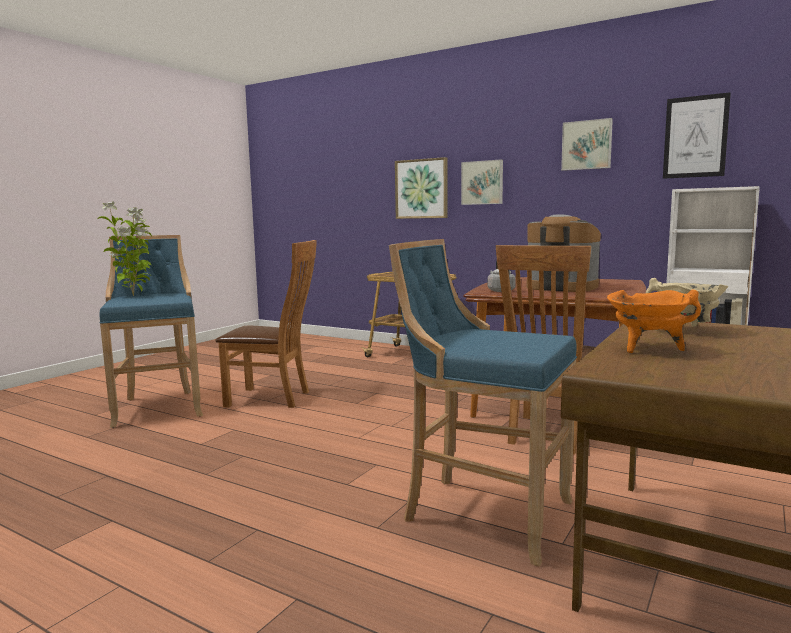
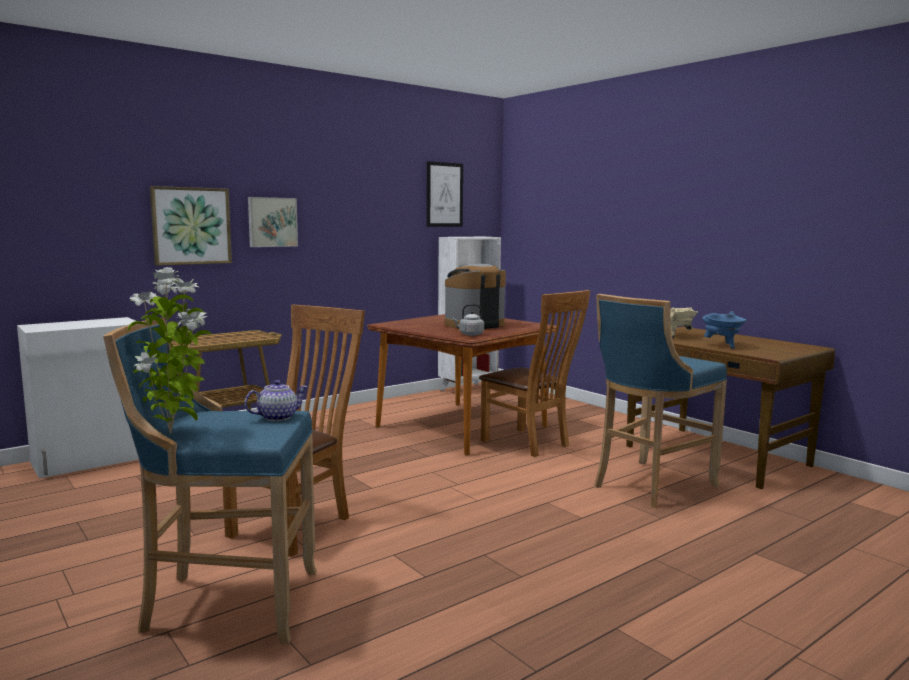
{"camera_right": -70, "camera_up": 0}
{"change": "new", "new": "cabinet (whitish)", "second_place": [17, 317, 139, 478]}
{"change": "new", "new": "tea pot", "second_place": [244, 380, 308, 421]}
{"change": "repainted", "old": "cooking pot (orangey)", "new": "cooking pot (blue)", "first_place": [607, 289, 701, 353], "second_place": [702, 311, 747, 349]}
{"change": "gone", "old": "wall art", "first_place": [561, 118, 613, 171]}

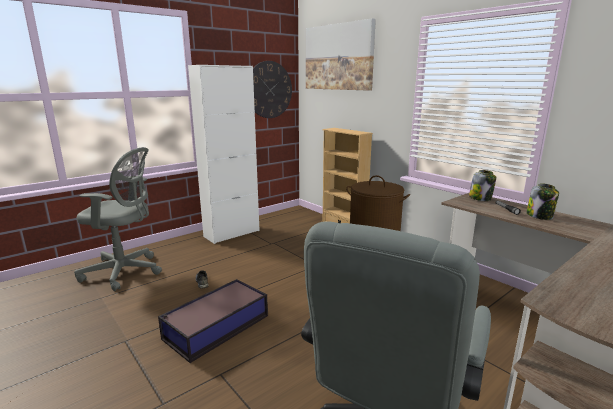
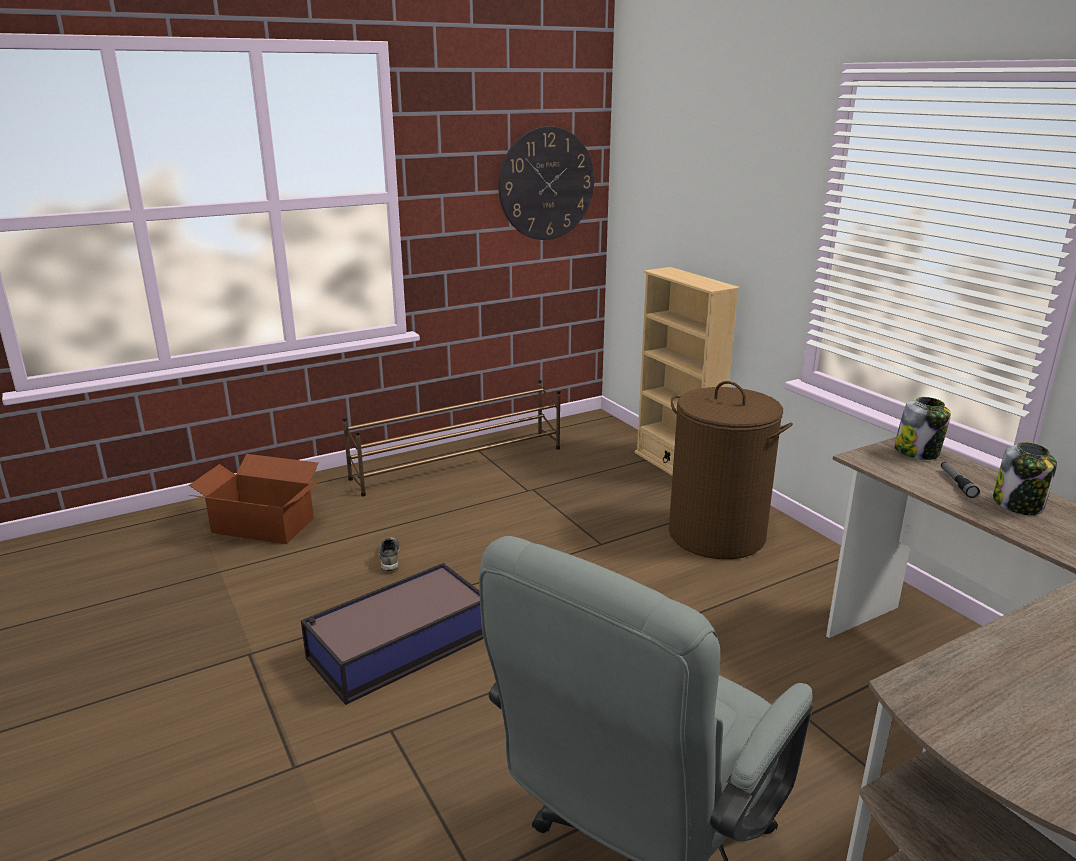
{"camera_right": 10, "camera_up": 5}
{"change": "swapped", "old": "desk chair (greyish)", "new": "packing box", "first_place": [74, 147, 162, 291], "second_place": [189, 454, 324, 544]}
{"change": "swapped", "old": "cabinet (whitish)", "new": "shoe stand (brownish)", "first_place": [188, 65, 260, 244], "second_place": [342, 380, 560, 497]}
{"change": "gone", "old": "wall art", "first_place": [306, 18, 376, 91]}

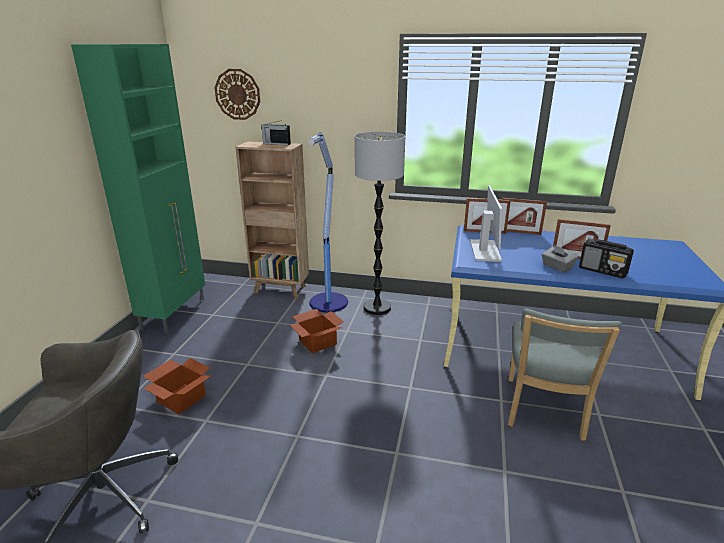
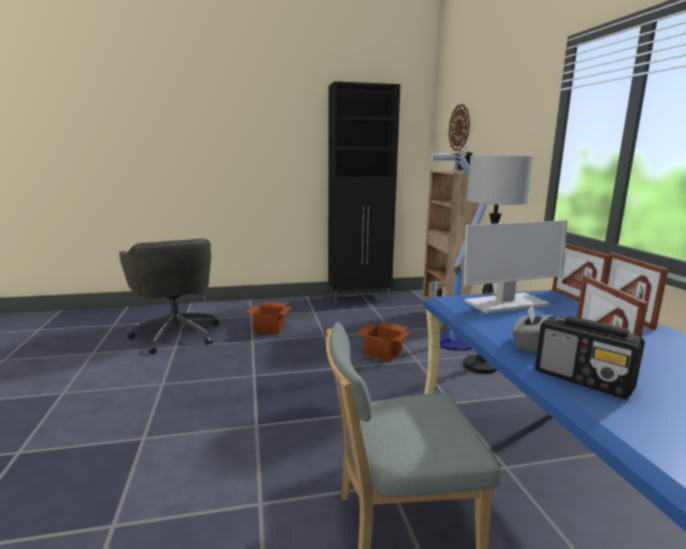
{"camera_right": 65, "camera_up": -10}
{"change": "repainted", "old": "cabinet (greenish)", "new": "cabinet (black-coloured)", "first_place": [71, 44, 205, 333], "second_place": [328, 81, 400, 304]}
{"change": "rotated", "old": "radio set", "first_place": [579, 239, 634, 279], "second_place": [535, 315, 645, 399], "degrees": -60}

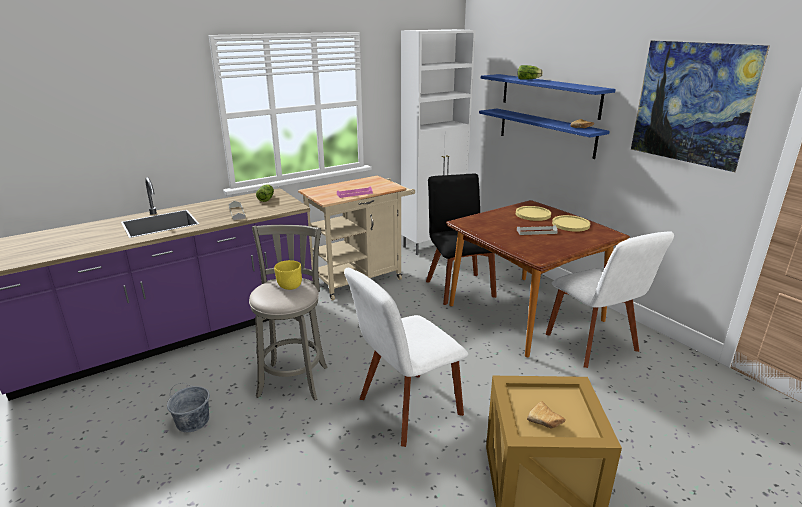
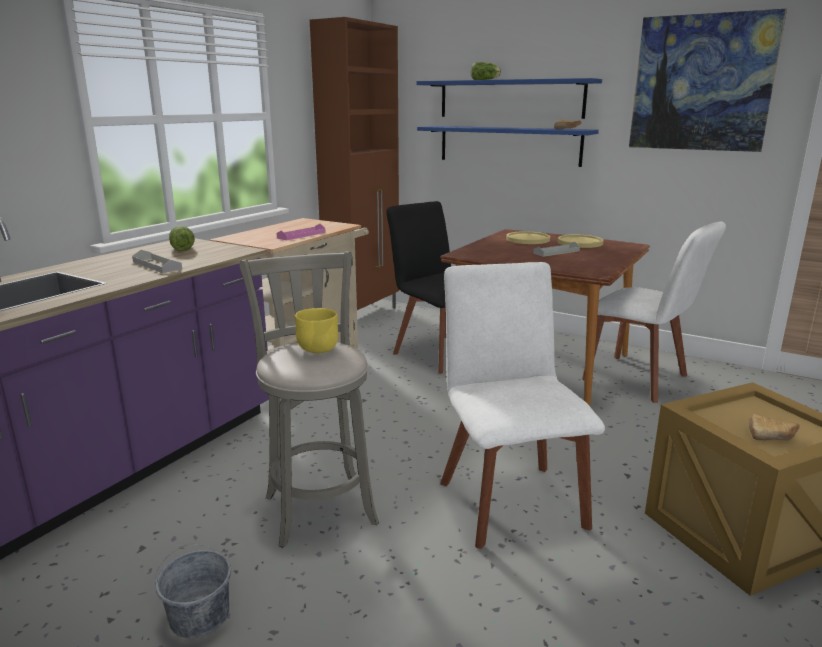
{"camera_right": -25, "camera_up": -5}
{"change": "repainted", "old": "cabinet (whitish)", "new": "cabinet (brownish)", "first_place": [401, 29, 476, 255], "second_place": [310, 17, 399, 310]}
{"change": "rotated", "old": "upright chair (whitish)", "first_place": [344, 268, 468, 447], "second_place": [440, 262, 605, 549], "degrees": 135}

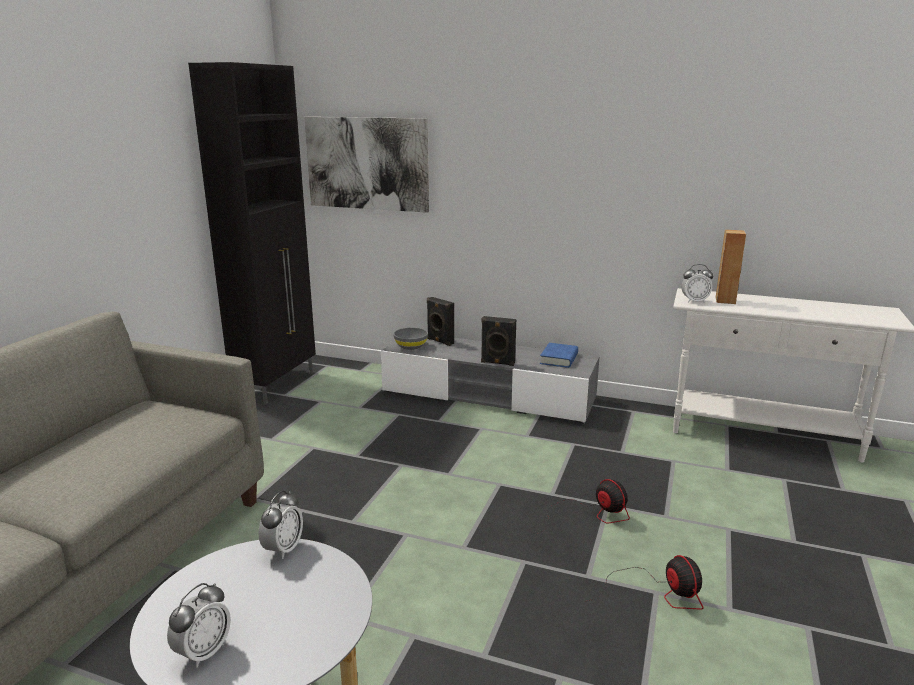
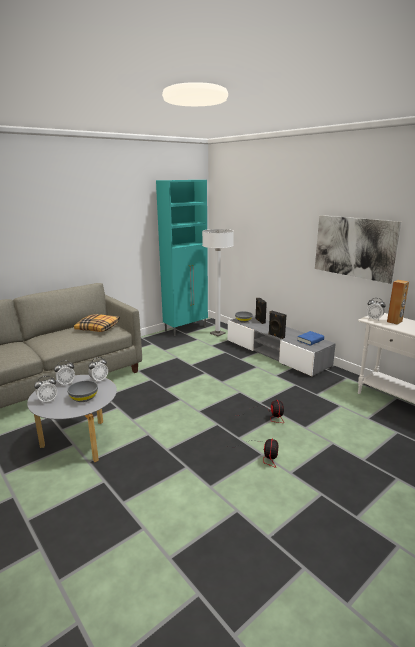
{"camera_right": 30, "camera_up": 0}
{"change": "new", "new": "alarm clock", "second_place": [54, 360, 75, 386]}
{"change": "new", "new": "serving bowl (greyish)", "second_place": [67, 380, 98, 402]}
{"change": "new", "new": "pillow", "second_place": [74, 314, 120, 332]}
{"change": "repainted", "old": "cabinet (black-coloured)", "new": "cabinet (blue-green)", "first_place": [188, 62, 316, 405], "second_place": [156, 180, 208, 336]}
{"change": "new", "new": "floor lamp (whitish)", "second_place": [202, 229, 234, 336]}
{"change": "shifted", "old": "wall art", "first_place": [304, 117, 429, 213], "second_place": [315, 215, 401, 284]}

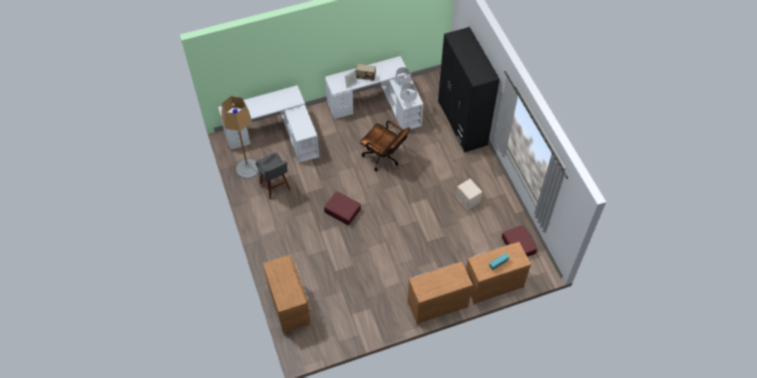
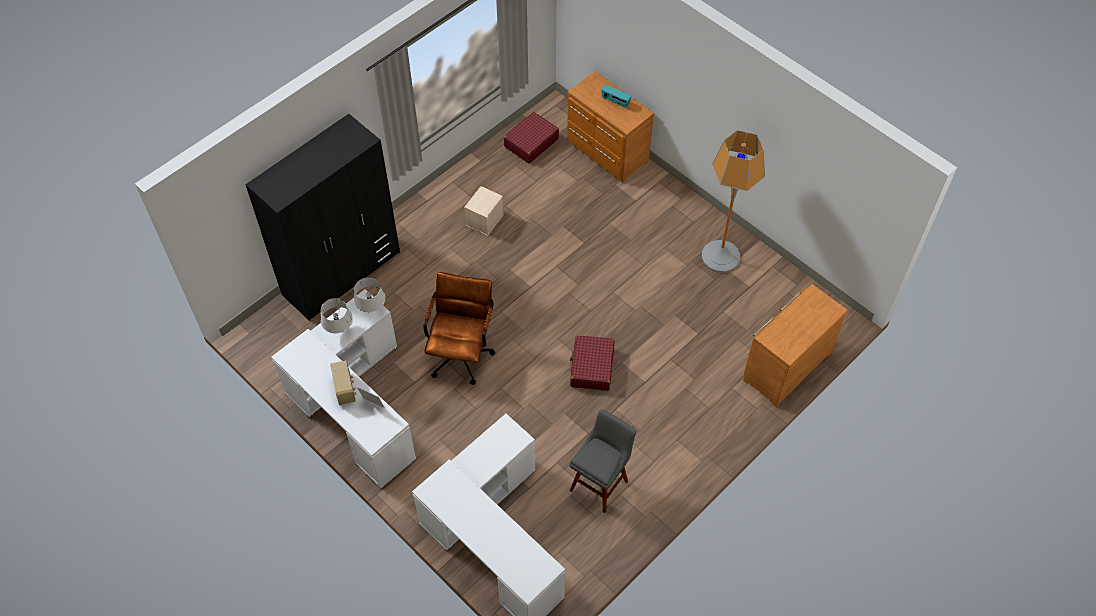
{"camera_right": -115, "camera_up": 0}
{"change": "shifted", "old": "floor lamp", "first_place": [221, 96, 259, 179], "second_place": [702, 130, 765, 273]}
{"change": "gone", "old": "chest of drawers (brownish)", "first_place": [407, 262, 473, 325]}

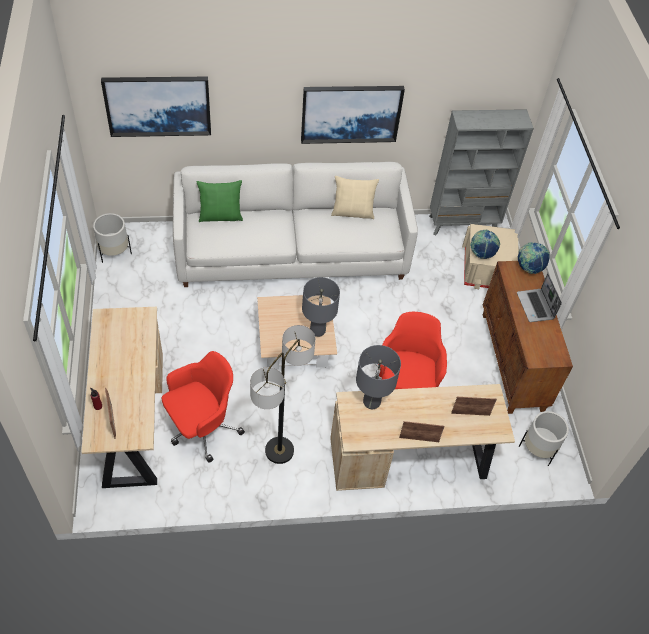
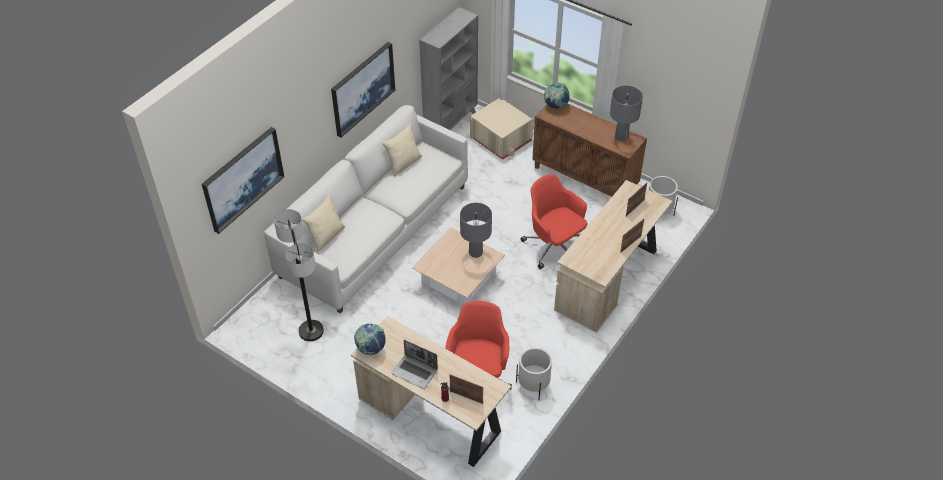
{"camera_right": -45, "camera_up": -5}
{"change": "shifted", "old": "floor lamp", "first_place": [250, 325, 315, 464], "second_place": [274, 209, 324, 341]}
{"change": "repainted", "old": "pillow (greenish)", "new": "pillow (beige)", "first_place": [197, 180, 243, 222], "second_place": [302, 194, 345, 252]}
{"change": "shifted", "old": "globe", "first_place": [471, 230, 500, 259], "second_place": [354, 324, 385, 355]}
{"change": "shifted", "old": "laptop", "first_place": [517, 273, 562, 322], "second_place": [392, 340, 438, 389]}
{"change": "shifted", "old": "flower pot (whitish)", "first_place": [93, 213, 132, 263], "second_place": [516, 348, 552, 400]}
{"change": "shifted", "old": "lamp for a table (greyish)", "first_place": [356, 345, 401, 409], "second_place": [610, 86, 643, 141]}

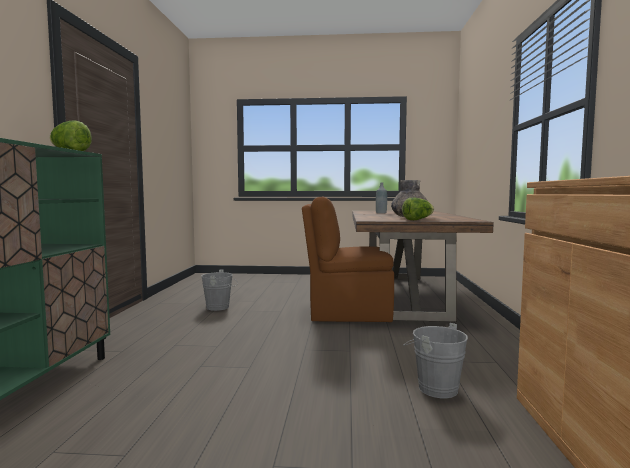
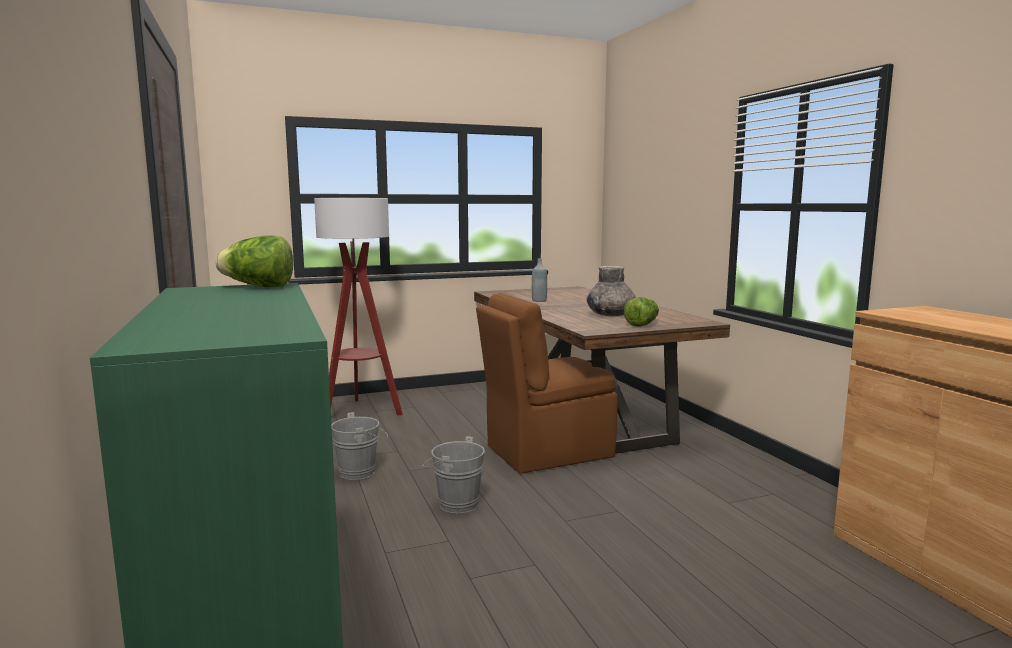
{"camera_right": -25, "camera_up": 5}
{"change": "new", "new": "floor lamp", "second_place": [314, 198, 403, 415]}
{"change": "shifted", "old": "pail (greyish)", "first_place": [404, 323, 468, 398], "second_place": [422, 436, 485, 514]}

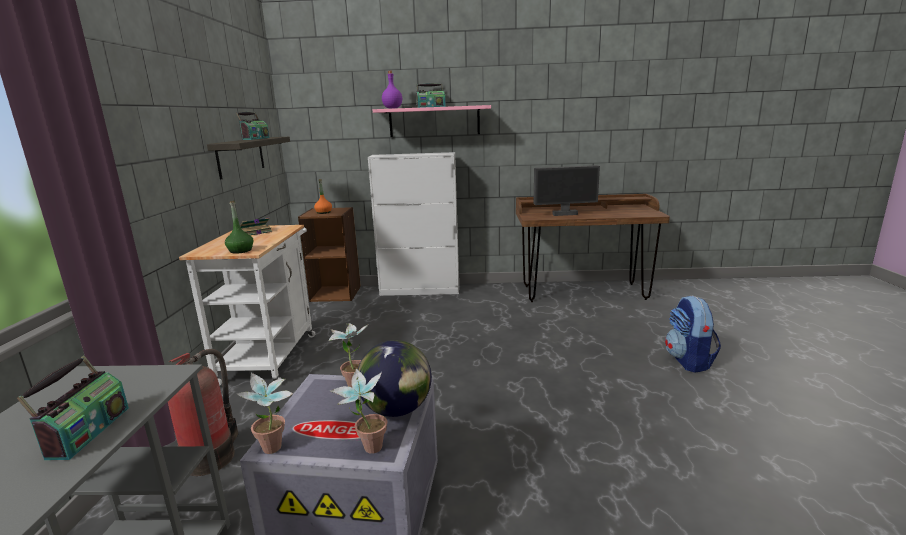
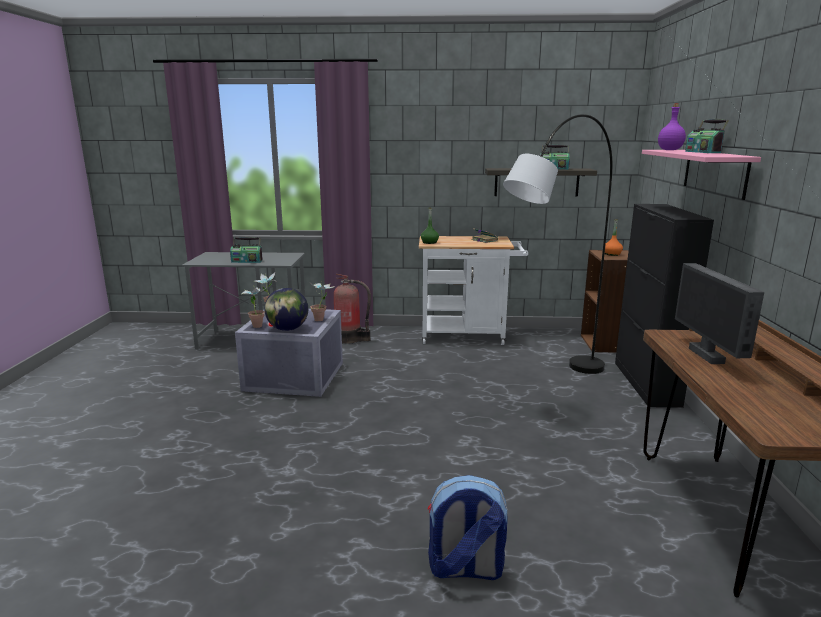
{"camera_right": 90, "camera_up": 0}
{"change": "new", "new": "floor lamp (greyish)", "second_place": [503, 114, 612, 374]}
{"change": "repainted", "old": "cabinet (whitish)", "new": "cabinet (black-coloured)", "first_place": [368, 152, 459, 296], "second_place": [615, 204, 714, 408]}

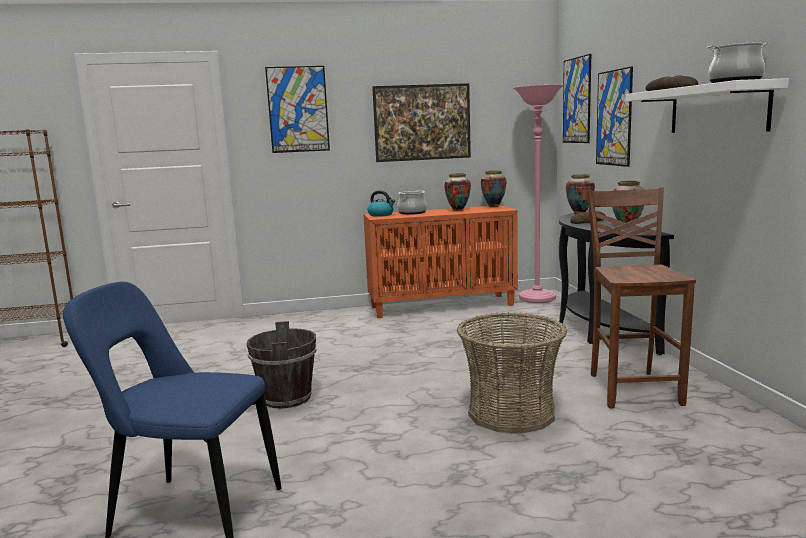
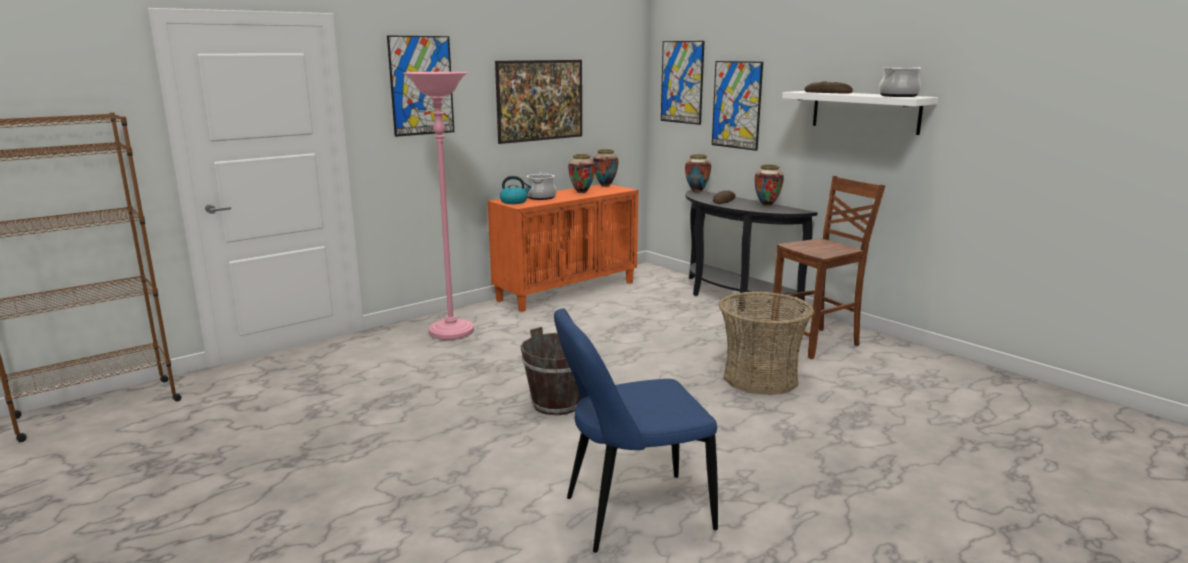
{"camera_right": -30, "camera_up": 5}
{"change": "shifted", "old": "floor lamp (pinkish)", "first_place": [513, 85, 564, 303], "second_place": [403, 72, 474, 340]}
{"change": "rotated", "old": "upright chair (brownish)", "first_place": [587, 187, 696, 408], "second_place": [770, 176, 885, 359], "degrees": 90}

